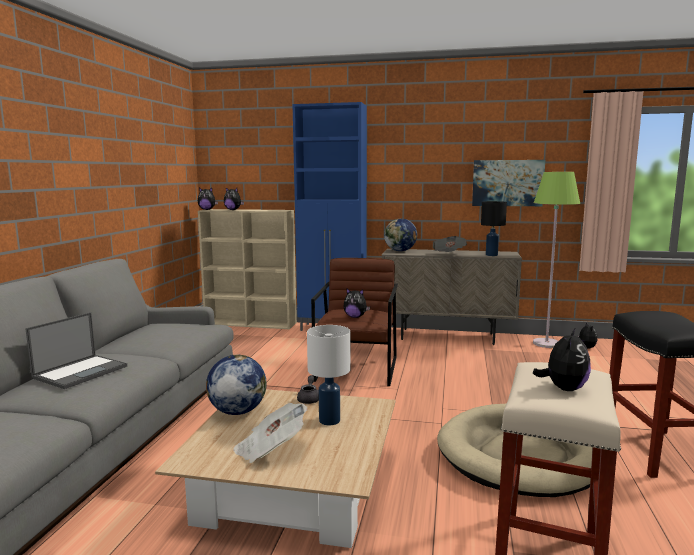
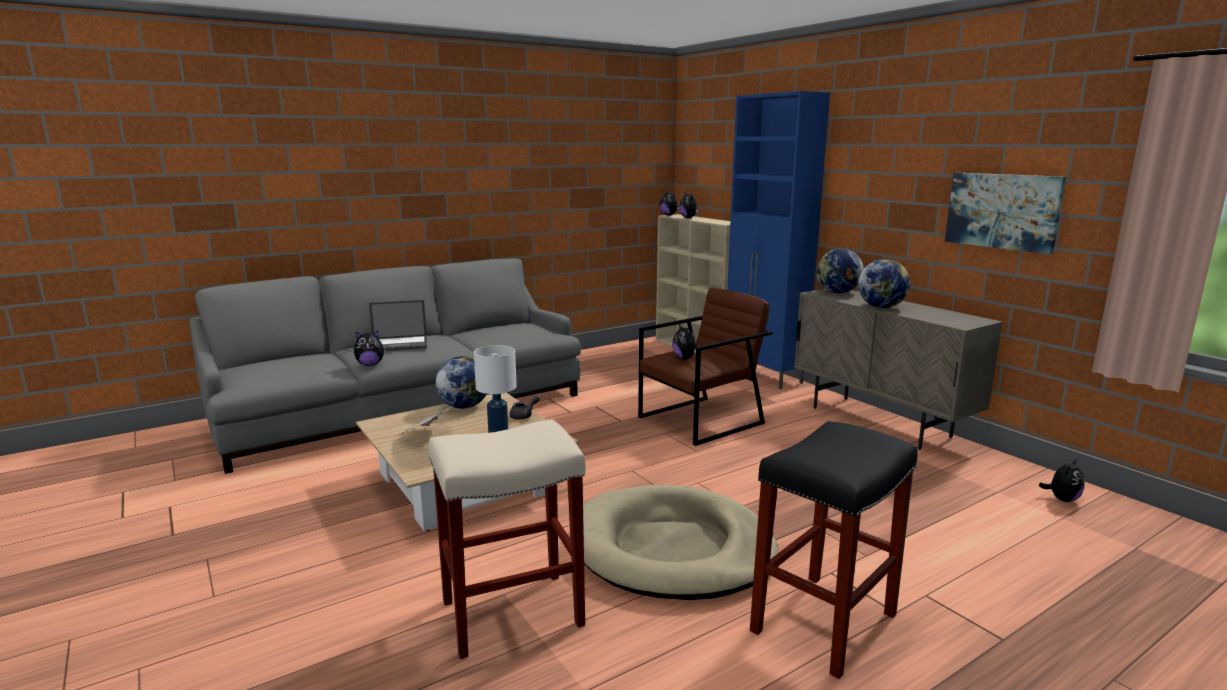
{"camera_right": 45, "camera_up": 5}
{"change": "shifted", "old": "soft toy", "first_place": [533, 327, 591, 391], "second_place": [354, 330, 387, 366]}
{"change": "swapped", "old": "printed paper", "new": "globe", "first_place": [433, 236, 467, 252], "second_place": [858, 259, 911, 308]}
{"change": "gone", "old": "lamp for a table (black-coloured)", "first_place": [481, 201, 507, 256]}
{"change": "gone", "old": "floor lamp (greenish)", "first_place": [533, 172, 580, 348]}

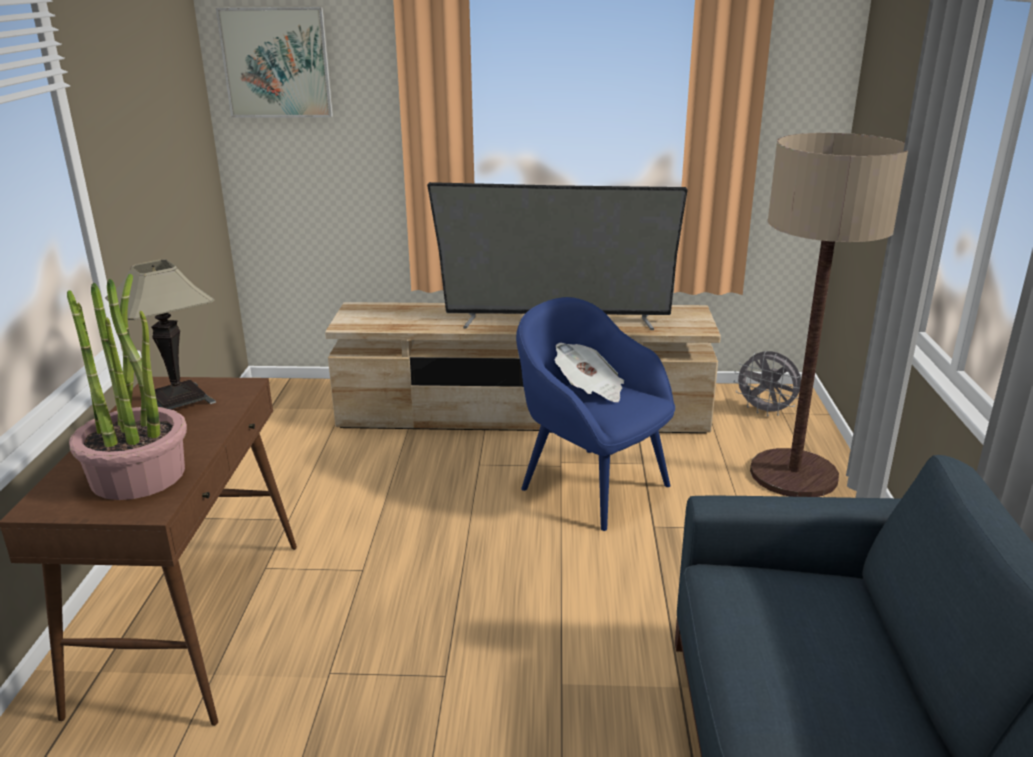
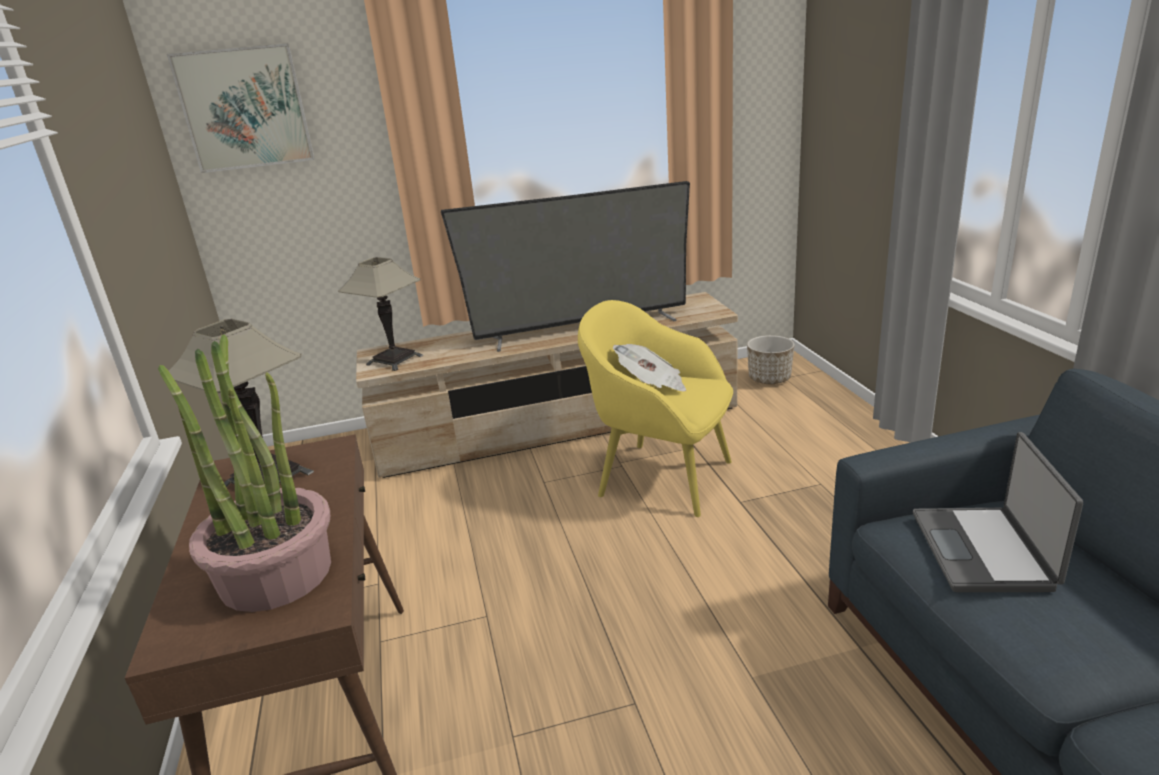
{"camera_right": -15, "camera_up": 0}
{"change": "new", "new": "lamp for a table", "second_place": [338, 257, 423, 371]}
{"change": "repainted", "old": "armchair (blue)", "new": "armchair (yellow-coloured)", "first_place": [516, 297, 675, 531], "second_place": [578, 300, 733, 517]}
{"change": "swapped", "old": "fan (greyish)", "new": "flower pot", "first_place": [733, 351, 801, 416], "second_place": [747, 335, 795, 384]}
{"change": "new", "new": "laptop", "second_place": [913, 432, 1083, 592]}
{"change": "gone", "old": "floor lamp", "first_place": [750, 133, 908, 497]}

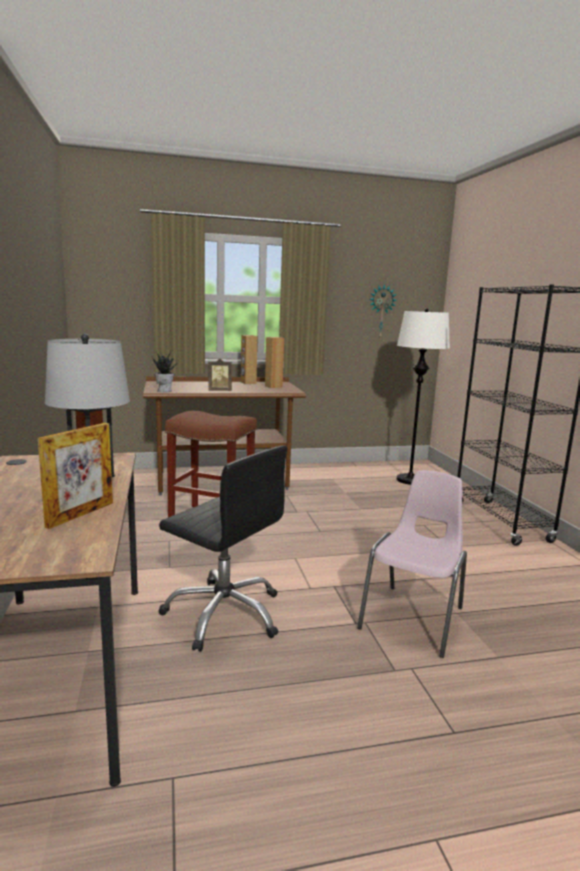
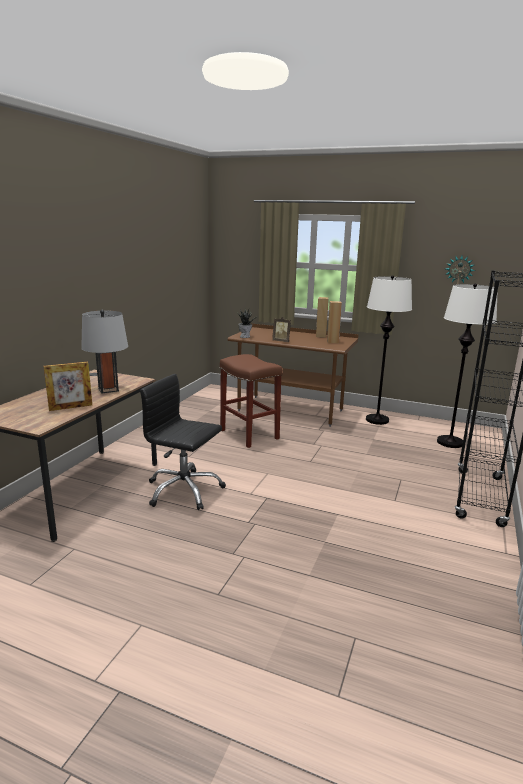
{"camera_right": 35, "camera_up": 5}
{"change": "rotated", "old": "desk chair (black-coloured)", "first_place": [159, 445, 287, 652], "second_place": [140, 374, 226, 510], "degrees": 135}
{"change": "new", "new": "floor lamp (whitish)", "second_place": [366, 276, 412, 425]}
{"change": "gone", "old": "upright chair (pinkish)", "first_place": [357, 470, 467, 658]}

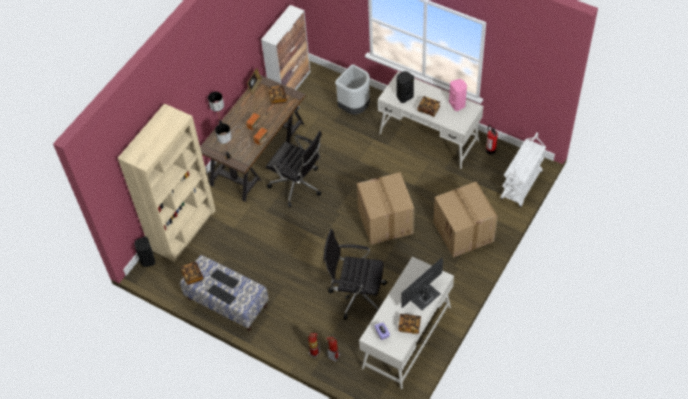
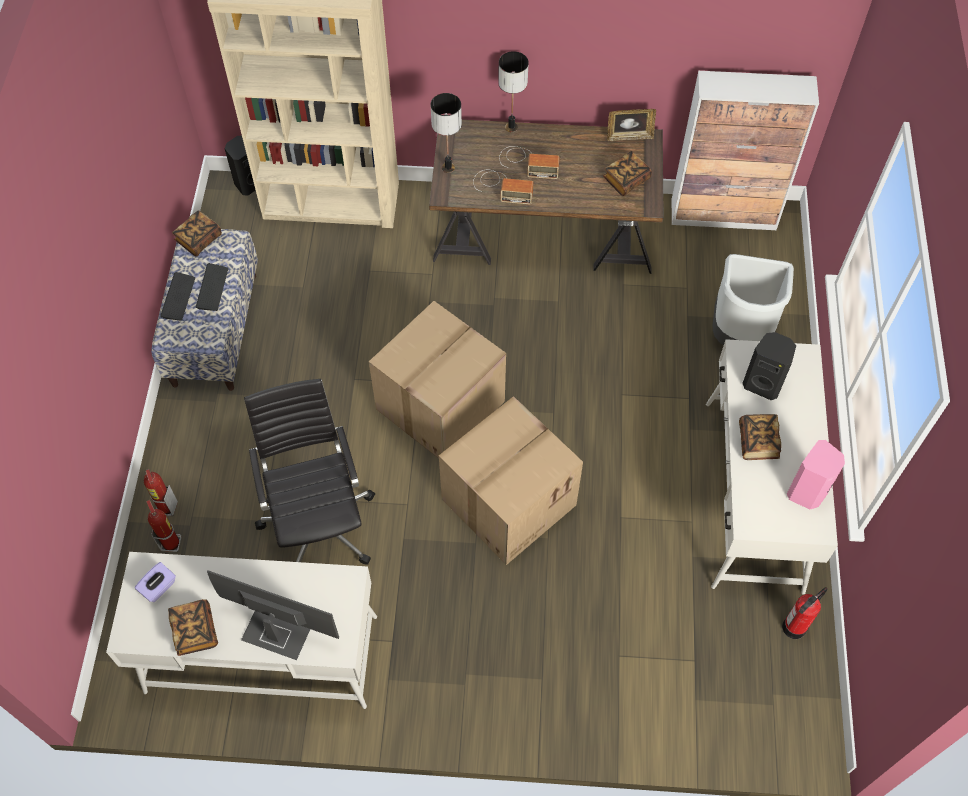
{"camera_right": 60, "camera_up": 5}
{"change": "shifted", "old": "packing box", "first_place": [433, 182, 498, 258], "second_place": [369, 301, 506, 458]}
{"change": "gone", "old": "desk chair (black-coloured)", "first_place": [266, 131, 322, 207]}
{"change": "gone", "old": "cart (whitish)", "first_place": [501, 132, 546, 208]}

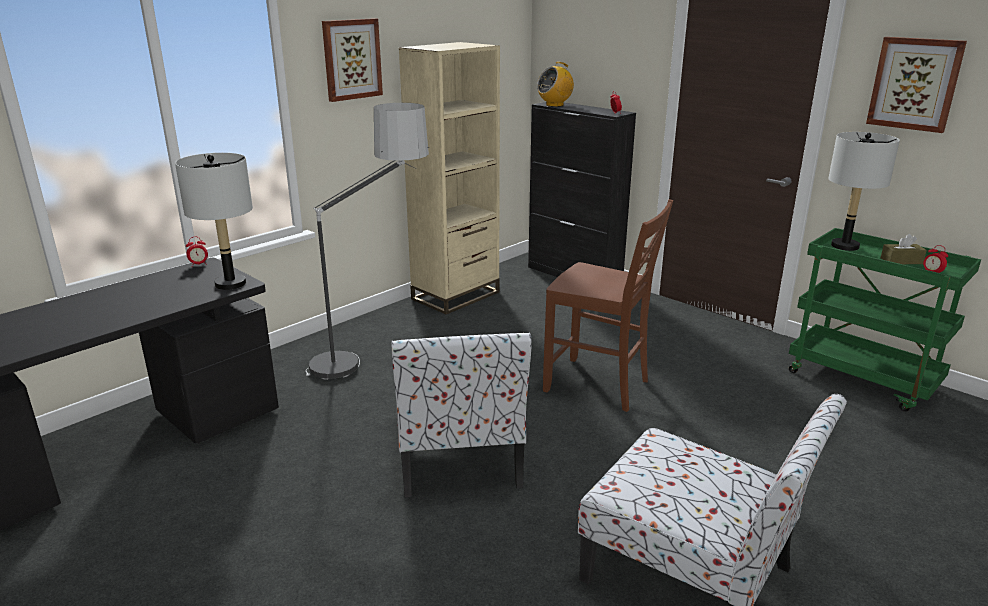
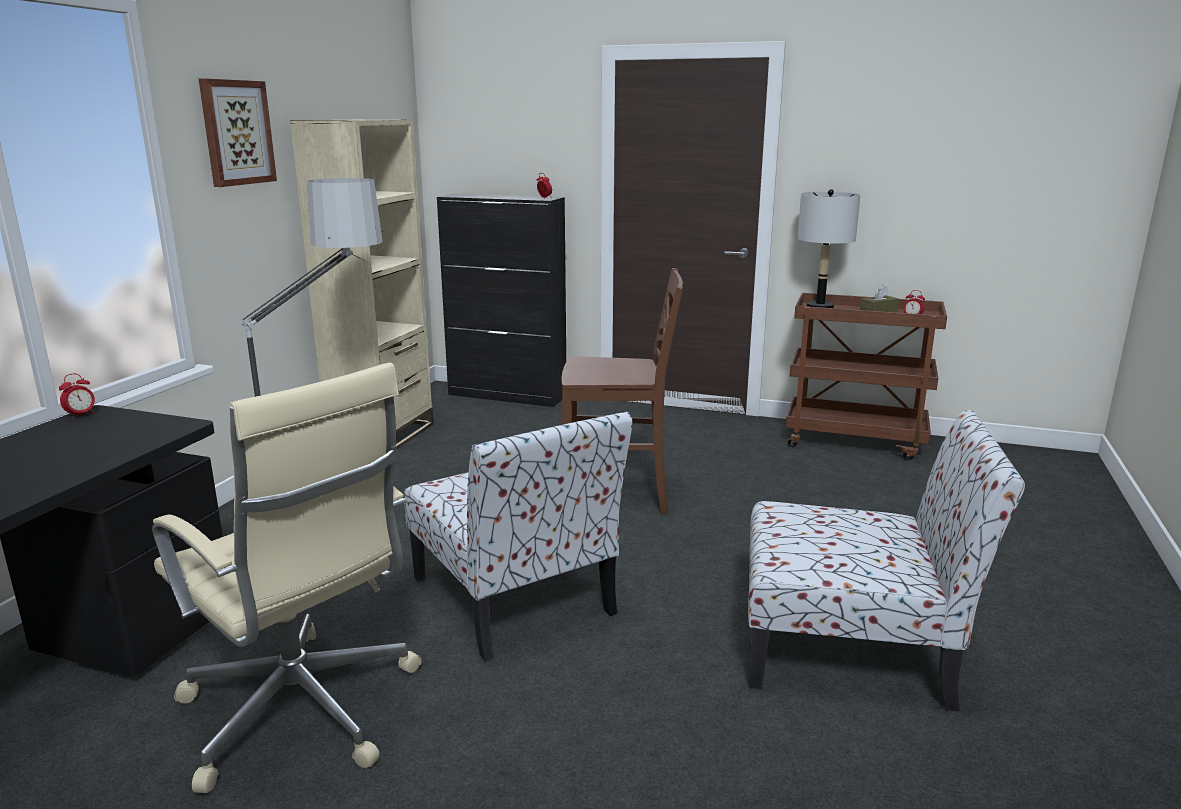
{"camera_right": -25, "camera_up": -5}
{"change": "new", "new": "desk chair (beige)", "second_place": [152, 362, 422, 793]}
{"change": "repainted", "old": "cart (greenish)", "new": "cart (brownish)", "first_place": [789, 228, 981, 412], "second_place": [785, 293, 947, 460]}
{"change": "gone", "old": "lamp for a table (greyish)", "first_place": [175, 153, 253, 290]}
{"change": "gone", "old": "radio set", "first_place": [537, 62, 574, 107]}
{"change": "gone", "old": "wall art", "first_place": [866, 37, 967, 133]}

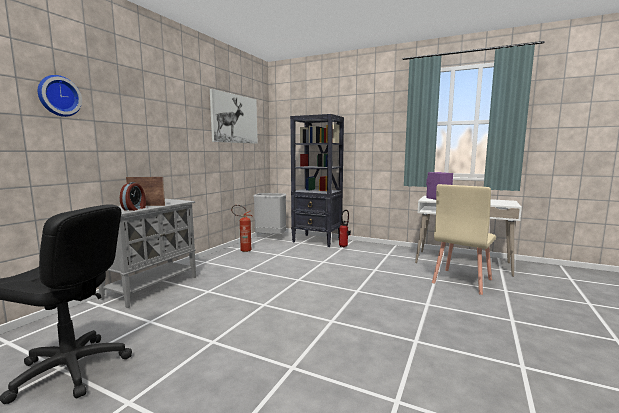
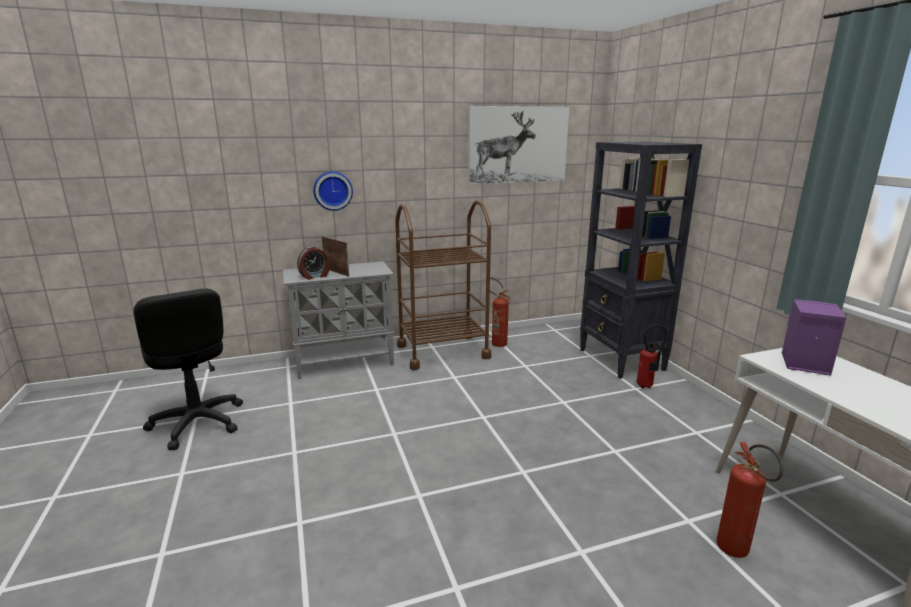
{"camera_right": 45, "camera_up": 10}
{"change": "shifted", "old": "hanging clock", "first_place": [38, 75, 82, 117], "second_place": [313, 171, 353, 211]}
{"change": "new", "new": "cart (brownish)", "second_place": [395, 200, 491, 370]}
{"change": "swapped", "old": "upright chair (beige)", "new": "fire-fighting cylinder", "first_place": [432, 184, 496, 295], "second_place": [716, 442, 783, 558]}
{"change": "gone", "old": "trash can (greyish)", "first_place": [253, 193, 286, 234]}

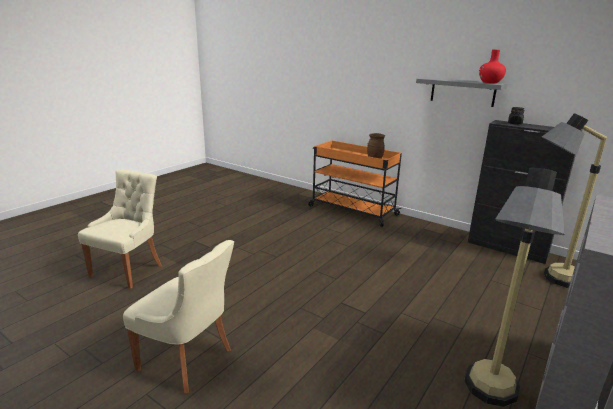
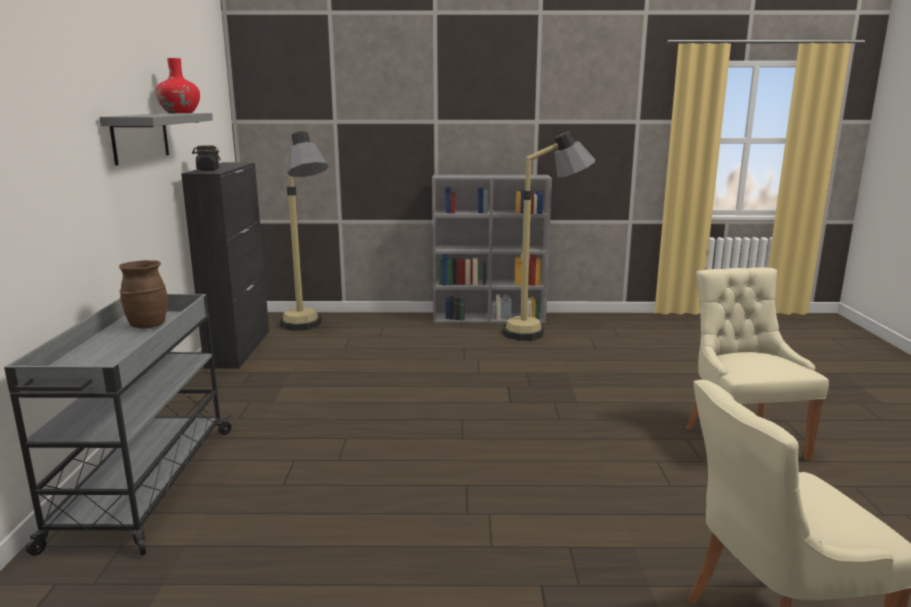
{"camera_right": -125, "camera_up": -5}
{"change": "repainted", "old": "cart (orangey)", "new": "cart (greyish)", "first_place": [308, 140, 402, 227], "second_place": [4, 294, 233, 556]}

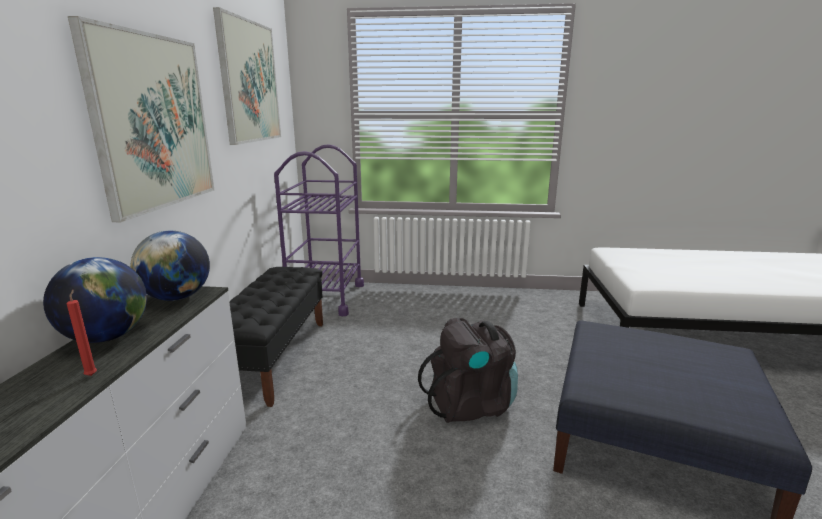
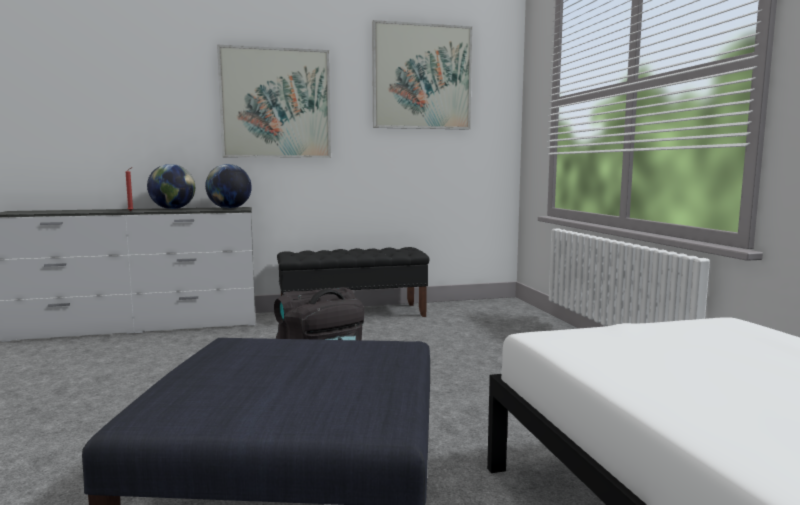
{"camera_right": 70, "camera_up": -10}
{"change": "gone", "old": "cart (purple)", "first_place": [274, 144, 364, 316]}

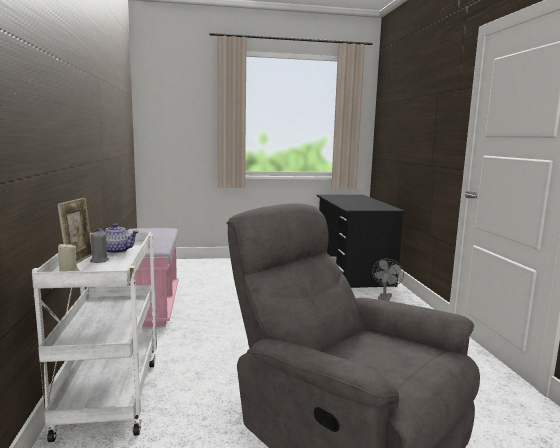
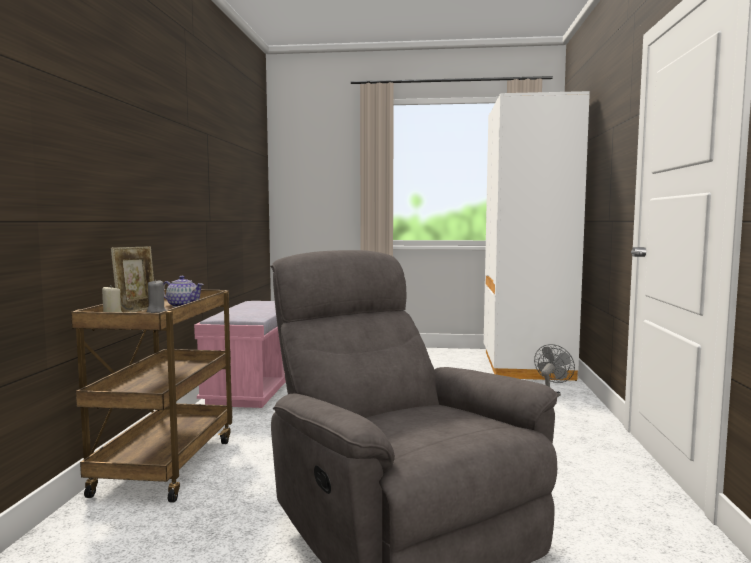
{"camera_right": 15, "camera_up": -5}
{"change": "repainted", "old": "cart (whitish)", "new": "cart (brownish)", "first_place": [32, 232, 157, 442], "second_place": [71, 289, 232, 503]}
{"change": "swapped", "old": "desk unit (black-coloured)", "new": "armoire (whitish)", "first_place": [317, 195, 405, 288], "second_place": [484, 91, 590, 381]}

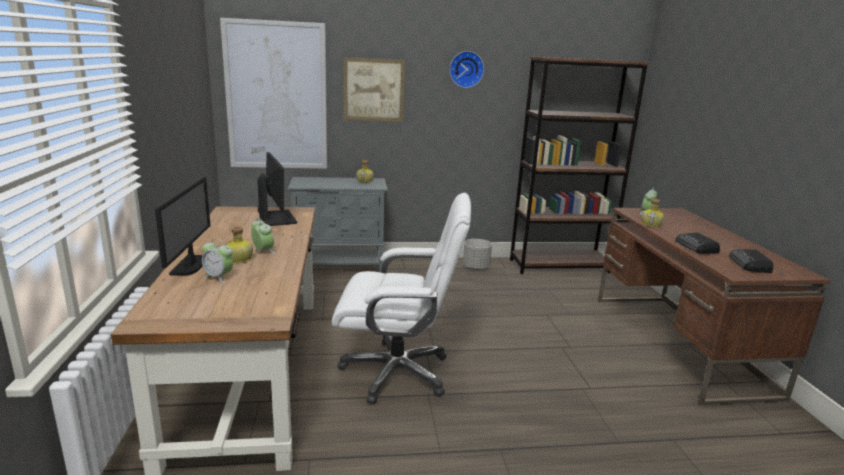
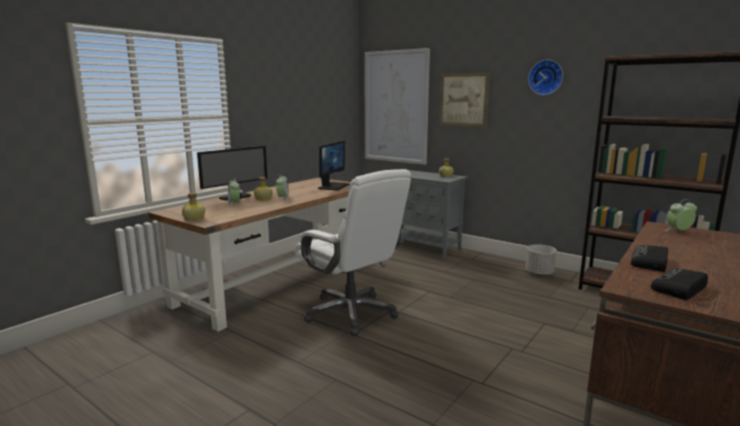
{"camera_right": 45, "camera_up": -5}
{"change": "shifted", "old": "drink bottle", "first_place": [641, 199, 664, 227], "second_place": [182, 193, 205, 221]}

